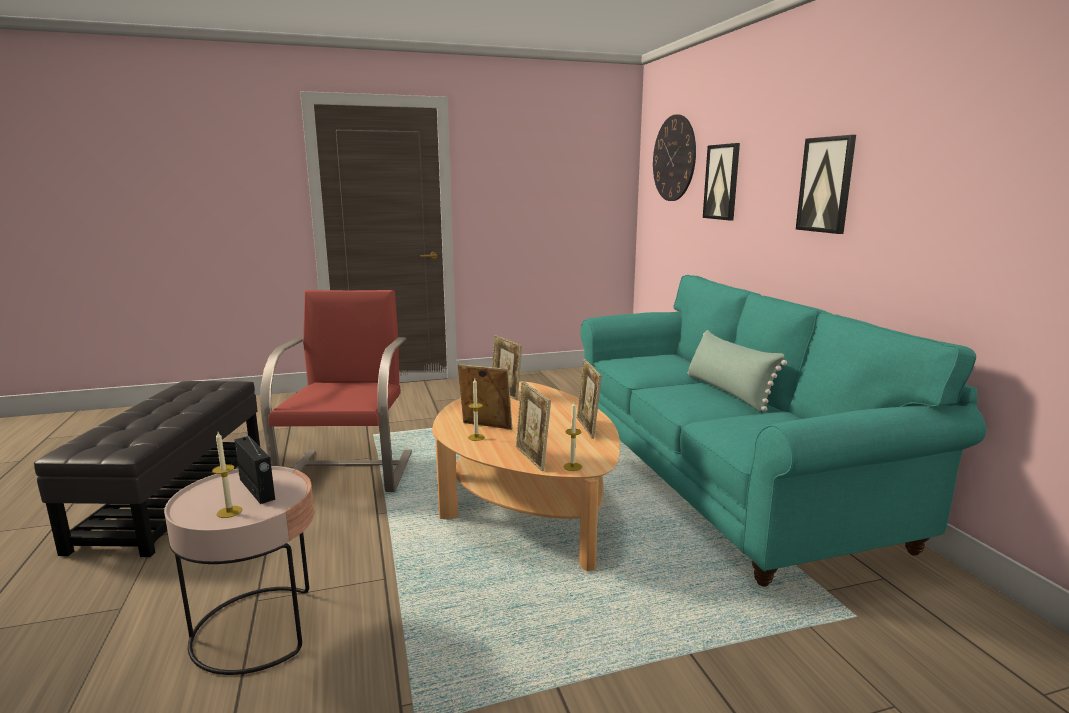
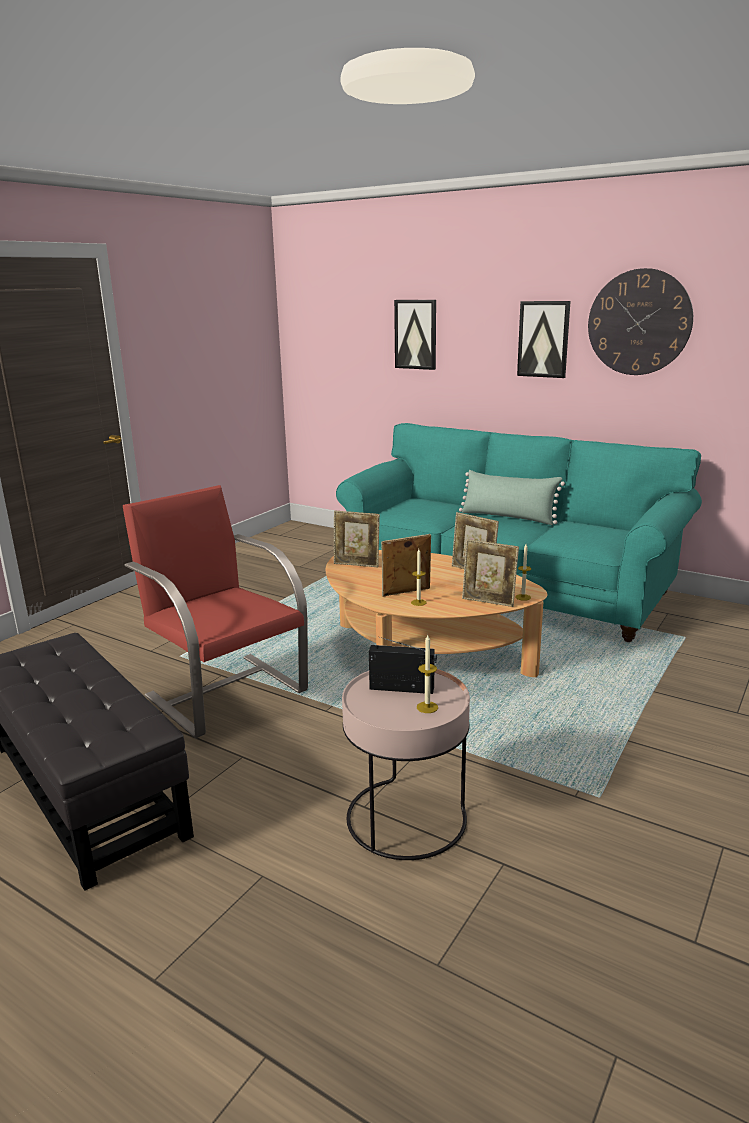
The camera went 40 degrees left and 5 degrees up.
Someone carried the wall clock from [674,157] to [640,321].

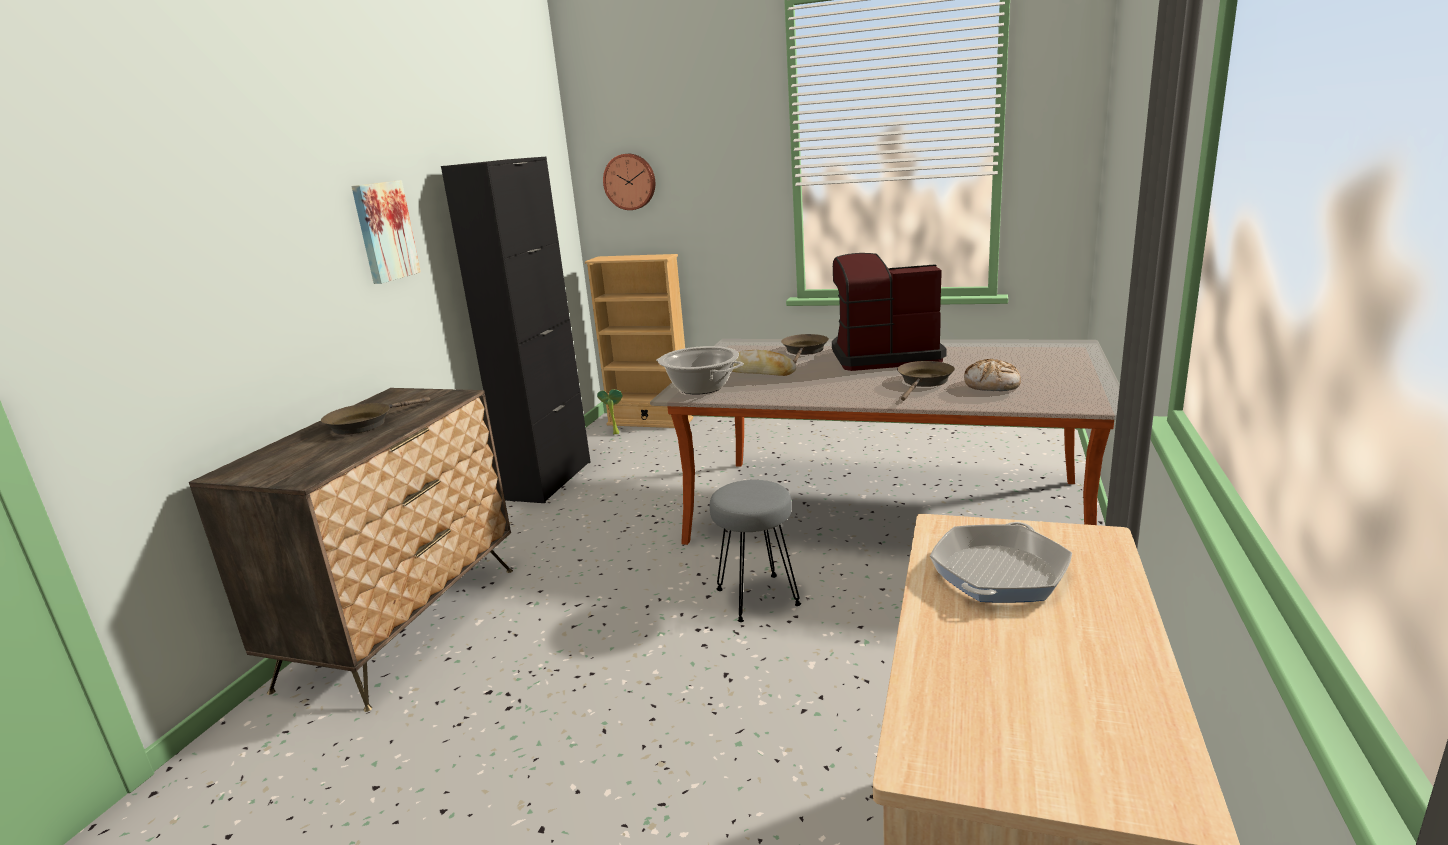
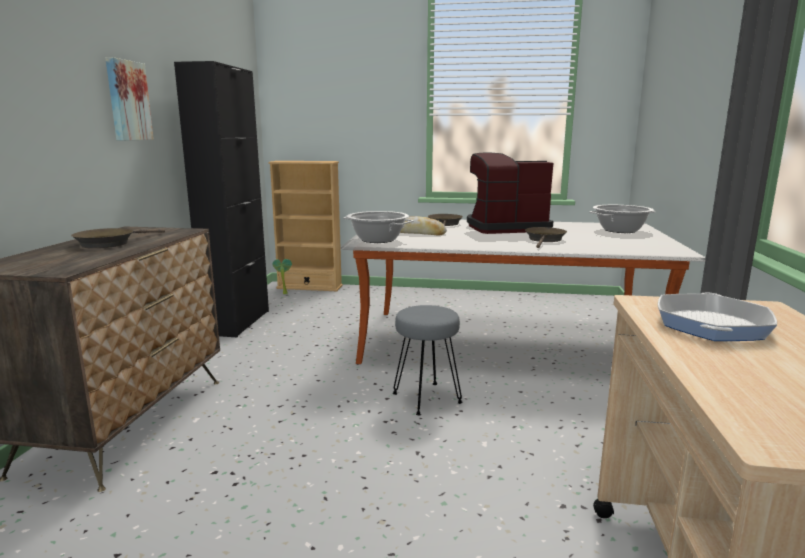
The camera went 10 degrees left and 5 degrees down.
Someone took away the wall clock at [629,182].
Someone took away the bakery bread at [992,375].
Someone put down the saucepot at [622,219].

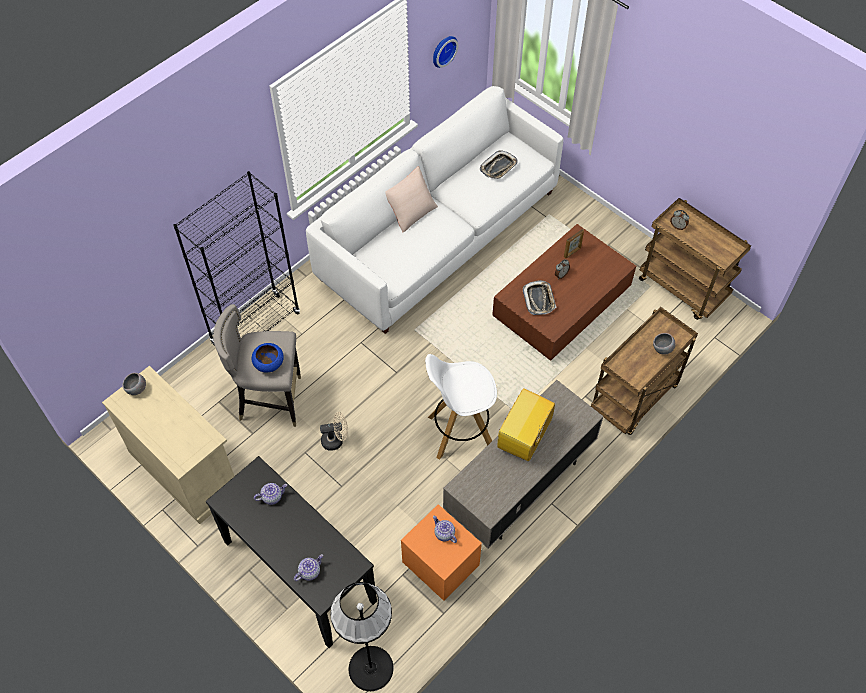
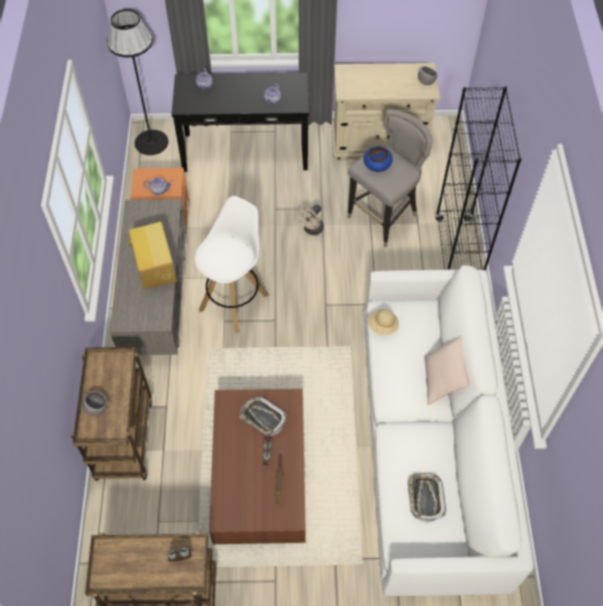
The camera went 135 degrees right and 0 degrees up.
Someone took away the wall clock at [445,52].
Someone put down the clothing hat (beige-coloured) at [383,322].

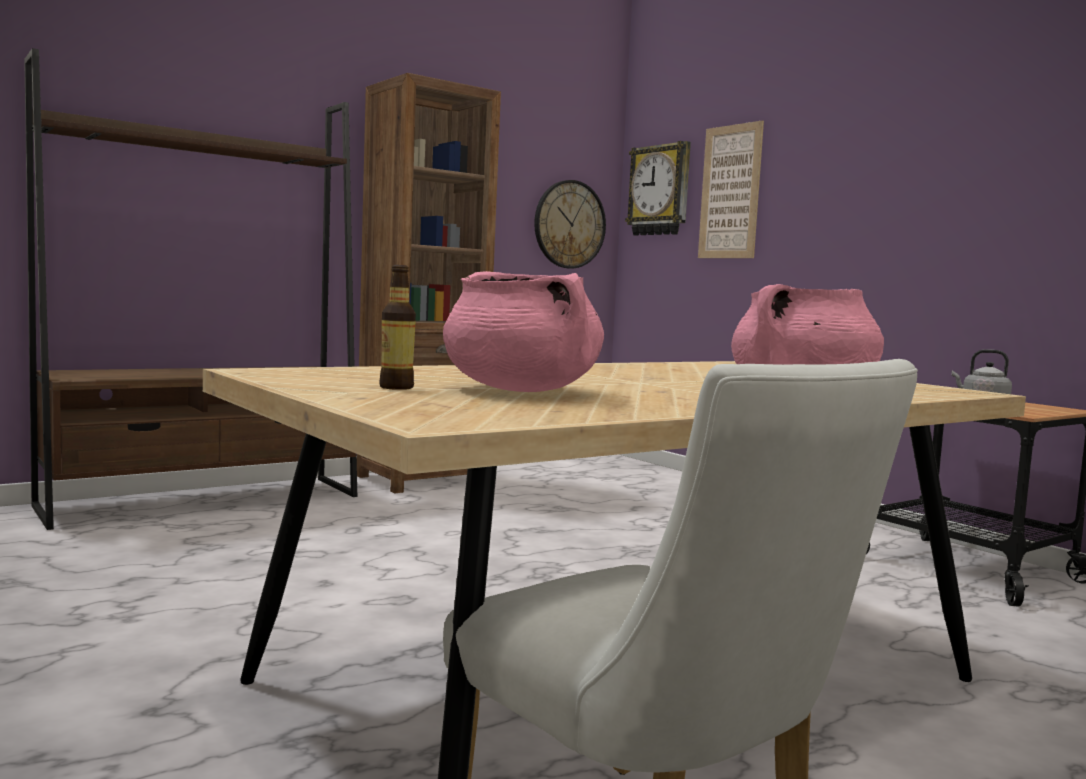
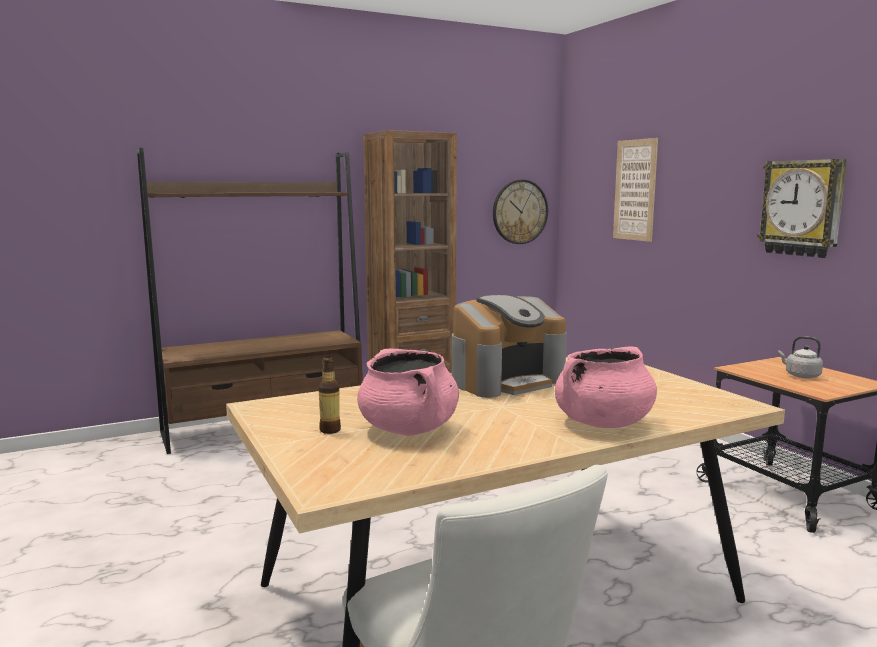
The camera went 10 degrees right and 5 degrees up.
Someone put down the coffee maker at [509,346].
Someone carried the wall clock from [658,188] to [802,208].

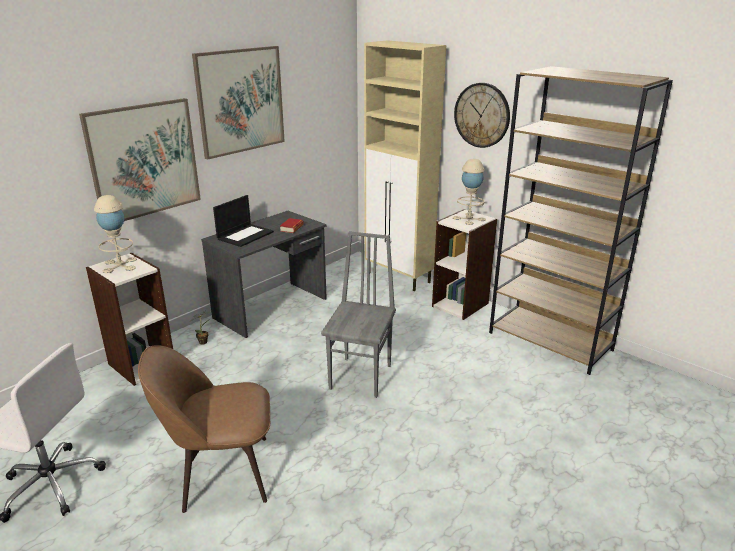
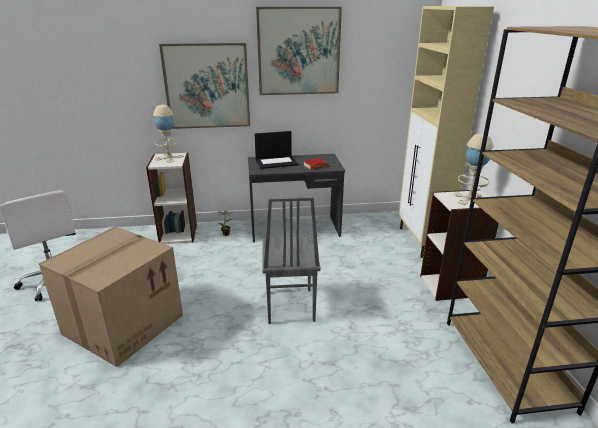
The camera went 40 degrees right and 0 degrees up.
Someone took away the wall clock at [482,115].
Someone swapped the chair (brown) at [204,429] for the cardboard box at [111,297].
Someone rotated the chair (gray) at [358,314] by 120 degrees clockwise.

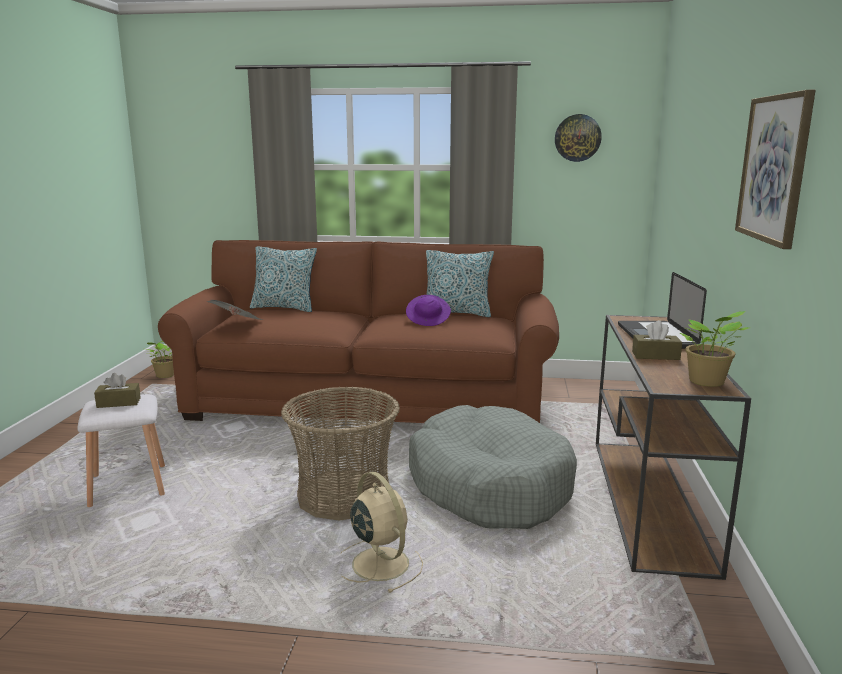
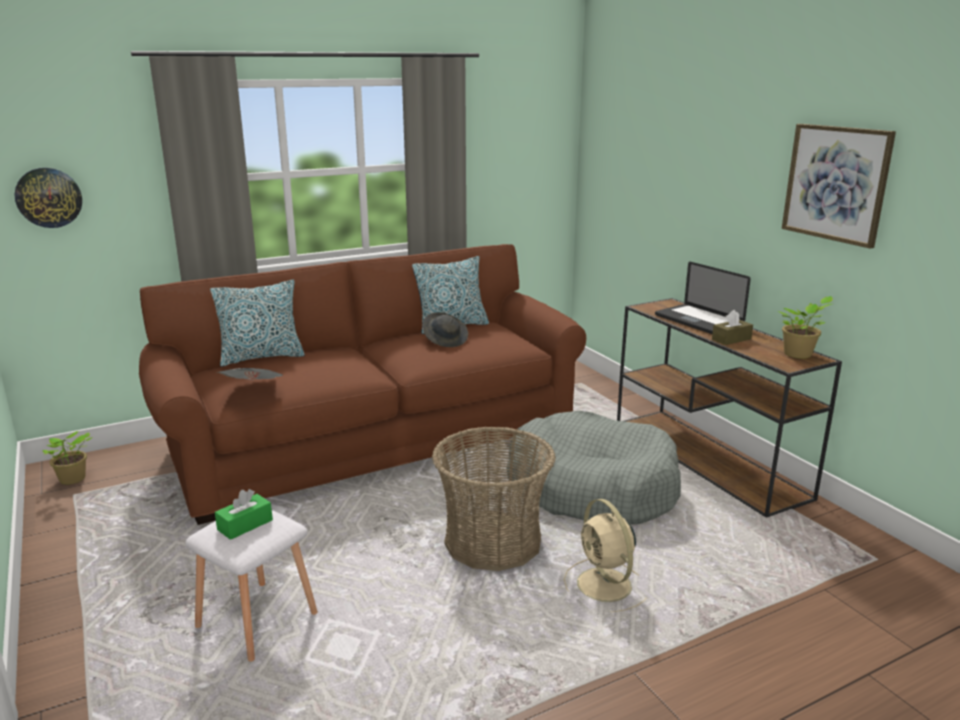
The camera went 35 degrees left and 5 degrees up.
Someone carried the wall clock from [578,138] to [48,198].
Someone repainted the box of tissues (brown) at [117,390], which became the box of tissues (green) at [244,514].
Someone repainted the clothing hat (purple) at [428,310], which became the clothing hat (gray) at [445,329].
Someone rotated the fan (beige-coloured) at [381,532] by 135 degrees counterclockwise.

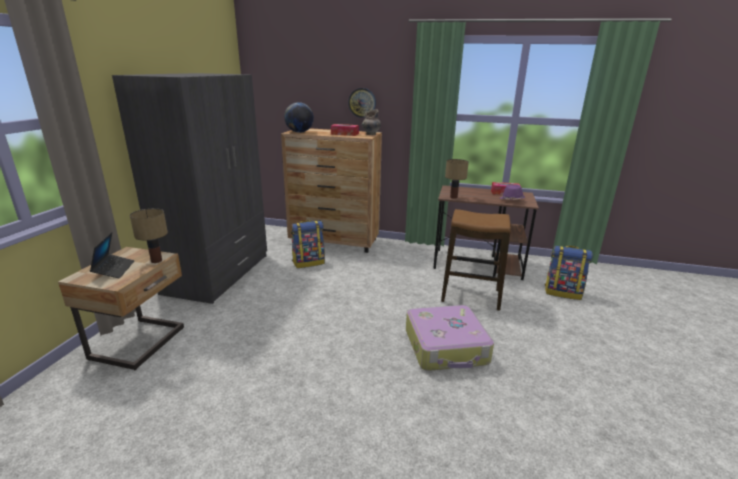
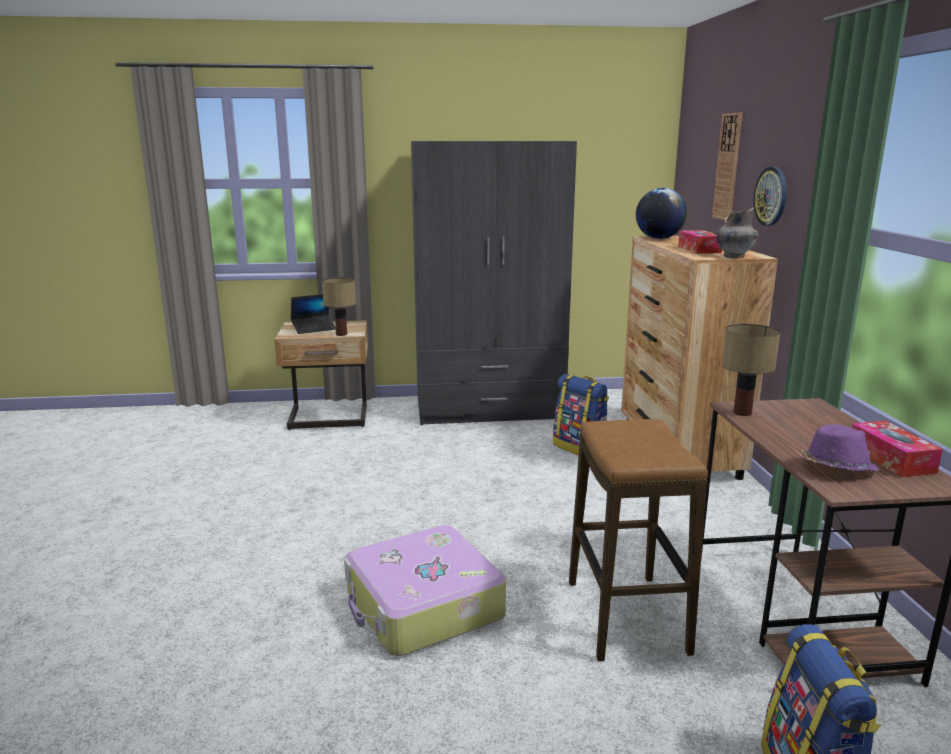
The camera went 70 degrees right and 5 degrees down.
Someone put up the wall clock at [727,166].

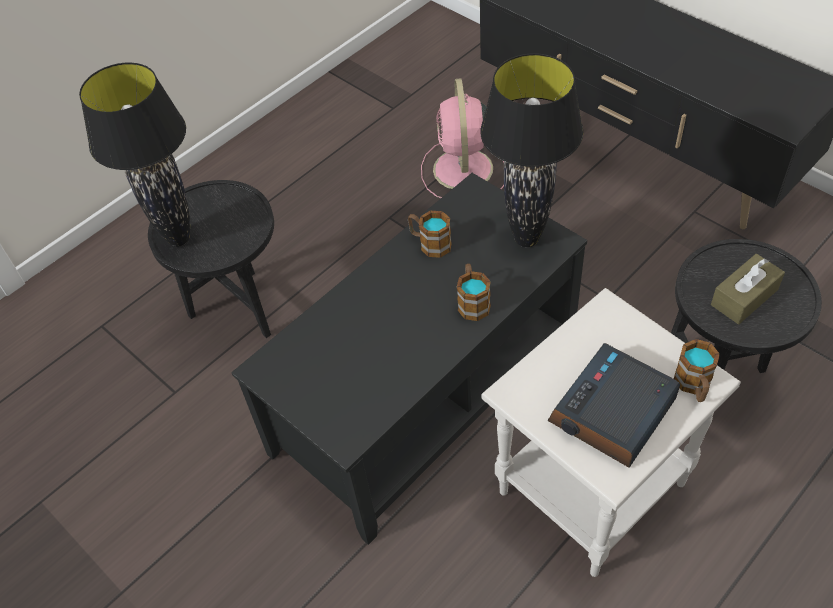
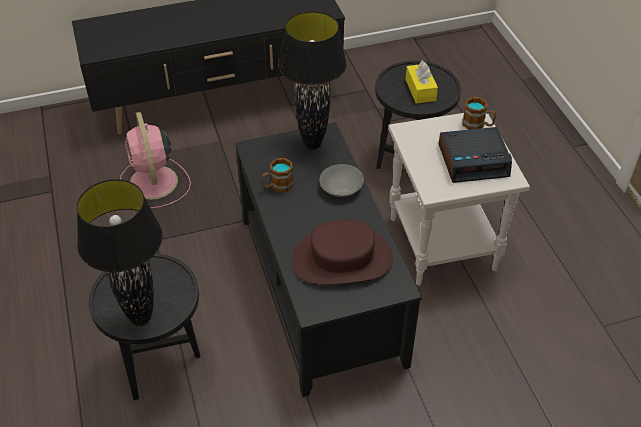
The camera went 65 degrees left and 5 degrees down.
Someone put down the clothing hat (brown) at [342,252].
Someone swapped the mug at [474,292] for the serving bowl (gray) at [341,180].
Someone repainted the box of tissues (brown) at [748,289], which became the box of tissues (yellowish) at [421,82].
Someone rotated the fan (pink-coloured) at [462,138] by 45 degrees clockwise.
Someone rotated the alarm clock at [614,405] by 75 degrees counterclockwise.

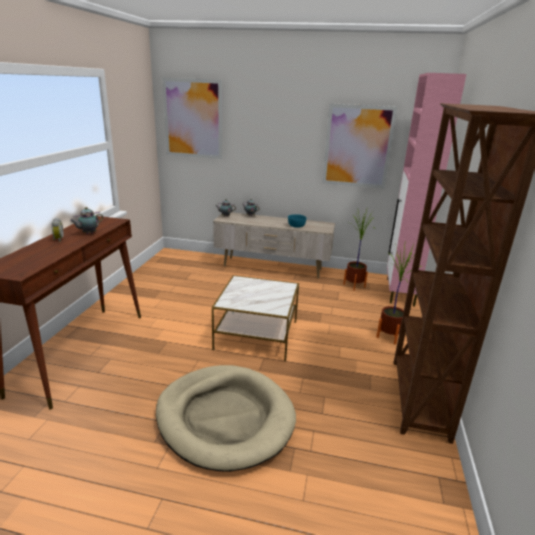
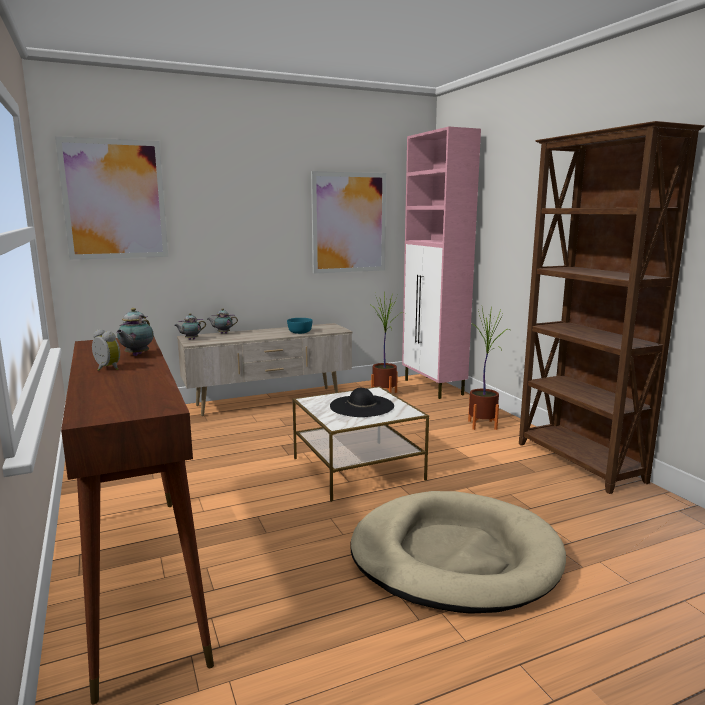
The camera went 35 degrees left and 10 degrees down.
Someone put down the clothing hat (blackish) at [362,402].

